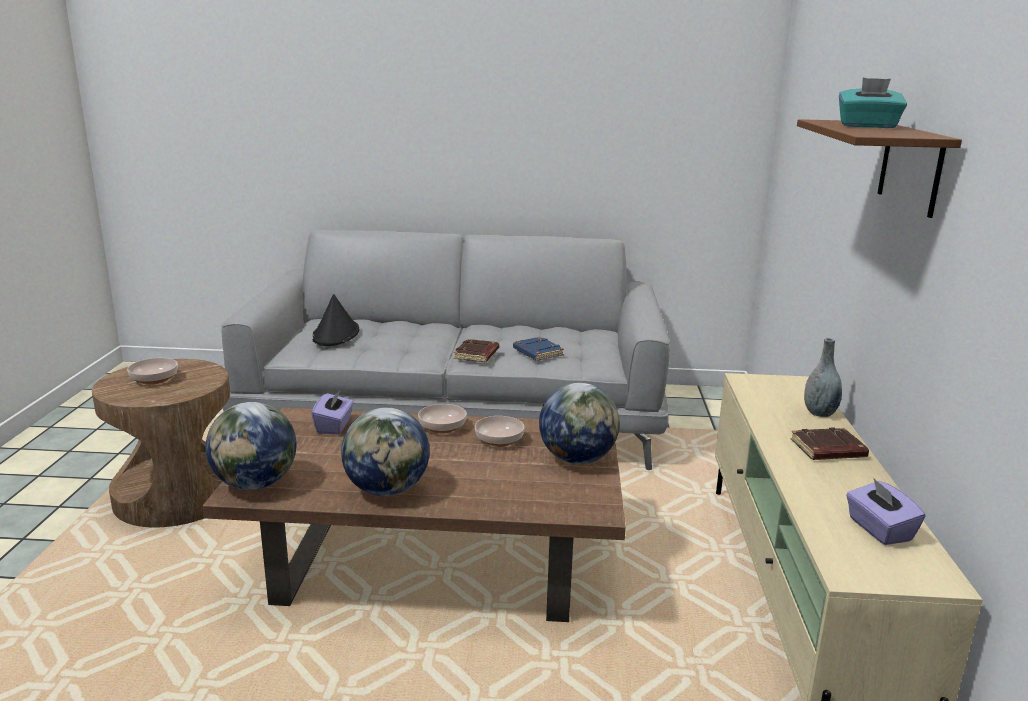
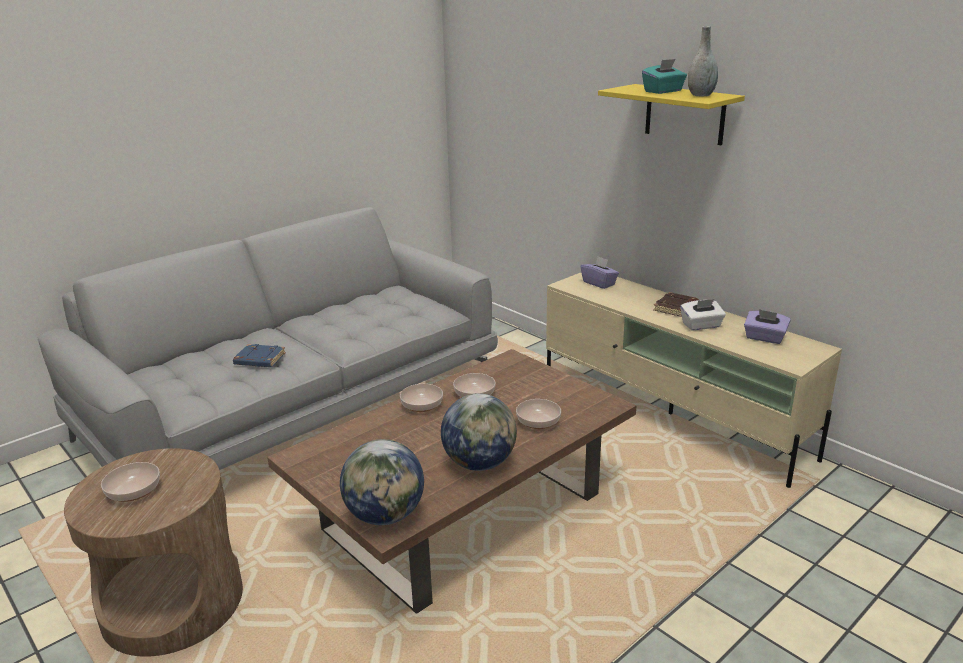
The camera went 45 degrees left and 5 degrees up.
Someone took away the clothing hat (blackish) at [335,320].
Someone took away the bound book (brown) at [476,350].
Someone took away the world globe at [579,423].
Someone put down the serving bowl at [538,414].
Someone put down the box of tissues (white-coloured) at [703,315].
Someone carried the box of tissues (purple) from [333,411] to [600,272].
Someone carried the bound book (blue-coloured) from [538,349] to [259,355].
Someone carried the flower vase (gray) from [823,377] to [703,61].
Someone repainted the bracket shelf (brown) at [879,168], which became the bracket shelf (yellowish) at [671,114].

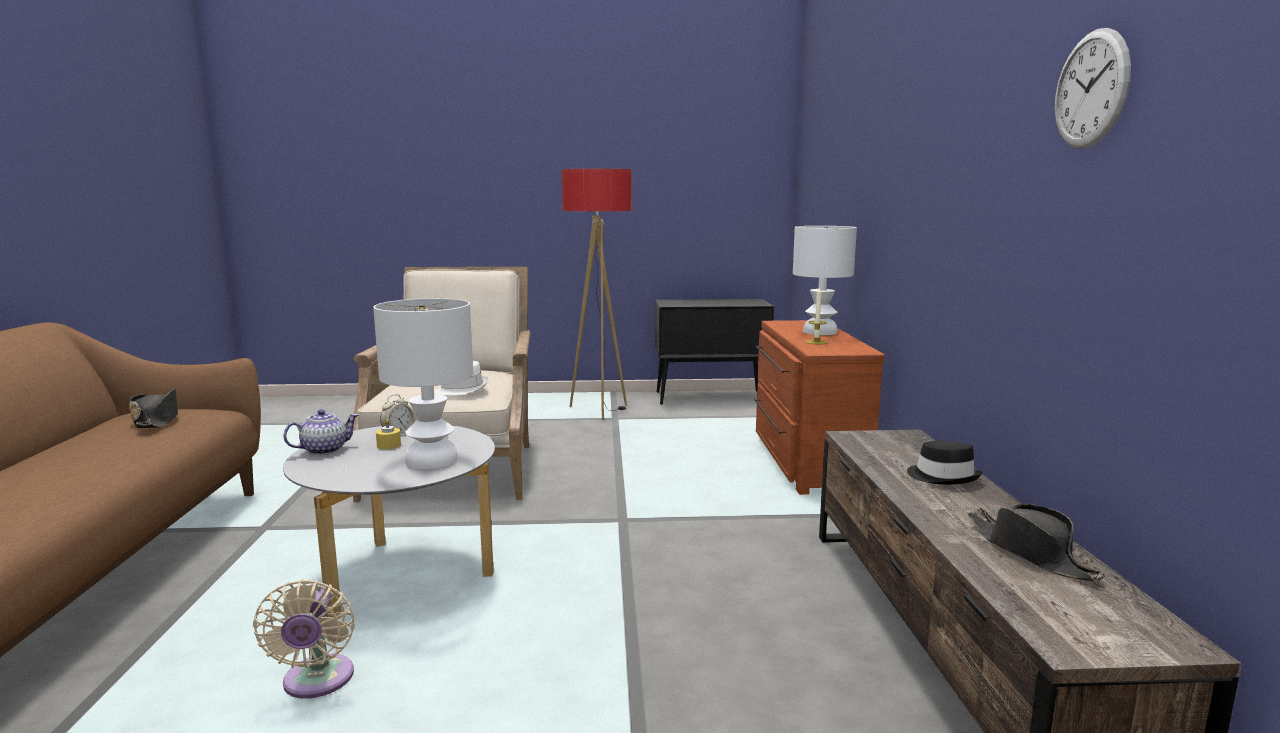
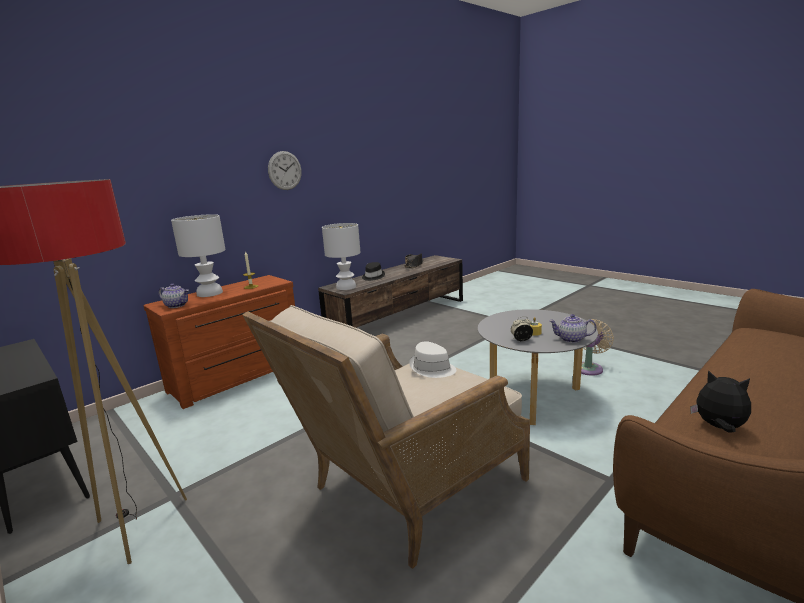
The camera went 130 degrees left and 5 degrees up.
Someone put down the tea pot at [173,296].
Someone carried the table lamp (white-coloured) from [423,384] to [341,256].
Someone carried the wall clock from [1093,88] to [285,170].
Someone swapped the clothing hat (blackish) at [153,408] for the plush toy at [720,401].

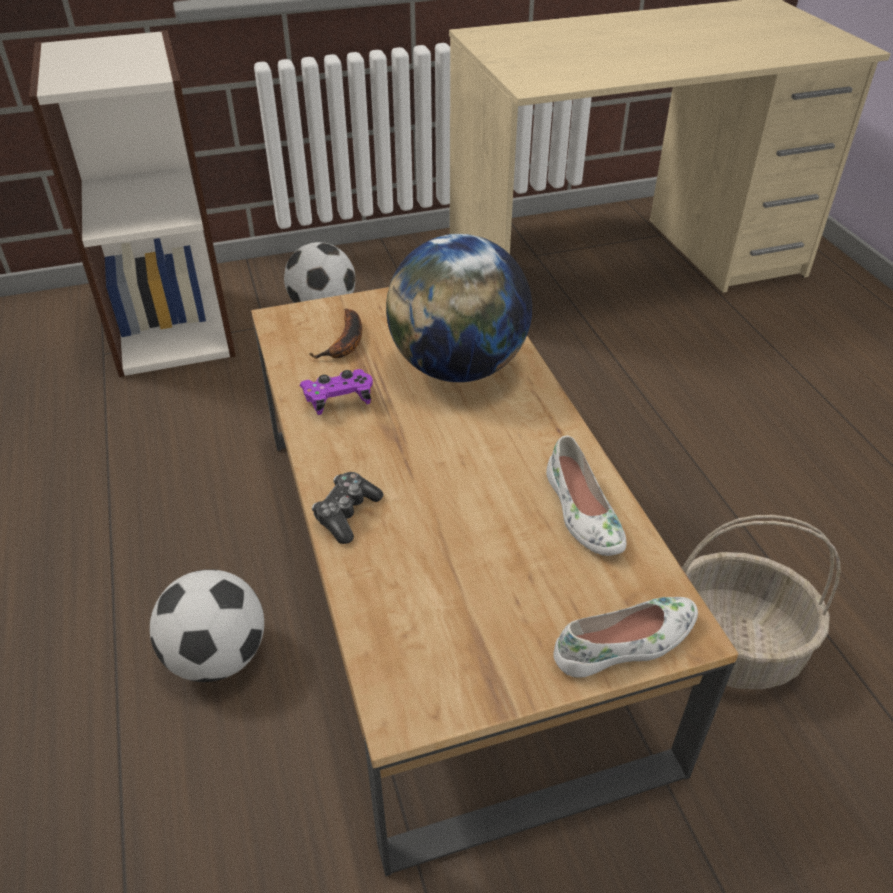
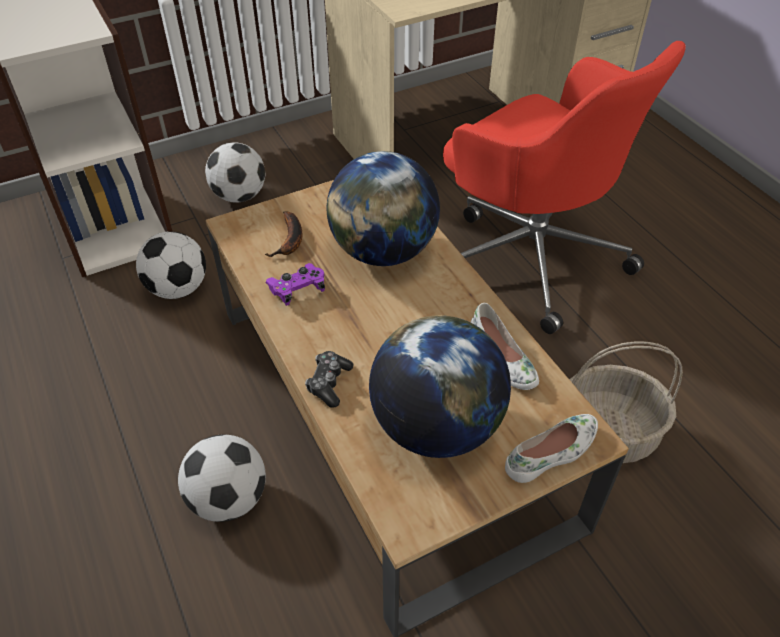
The camera went 10 degrees left and 5 degrees up.
Someone put down the football at [171,265].
Someone put down the world globe at [440,386].
Someone put down the computer chair (red) at [564,187].

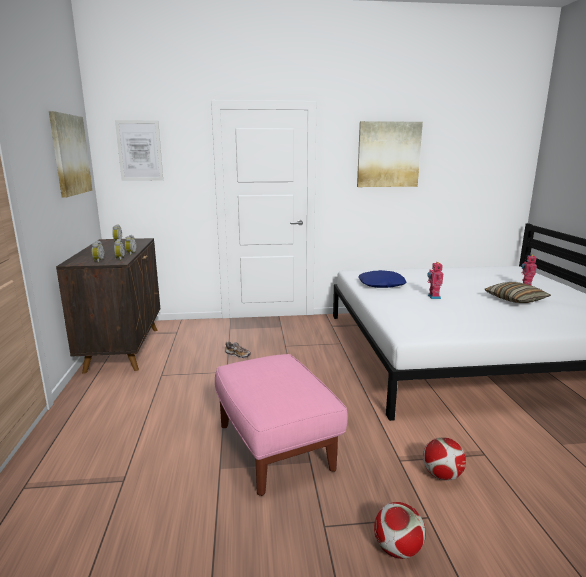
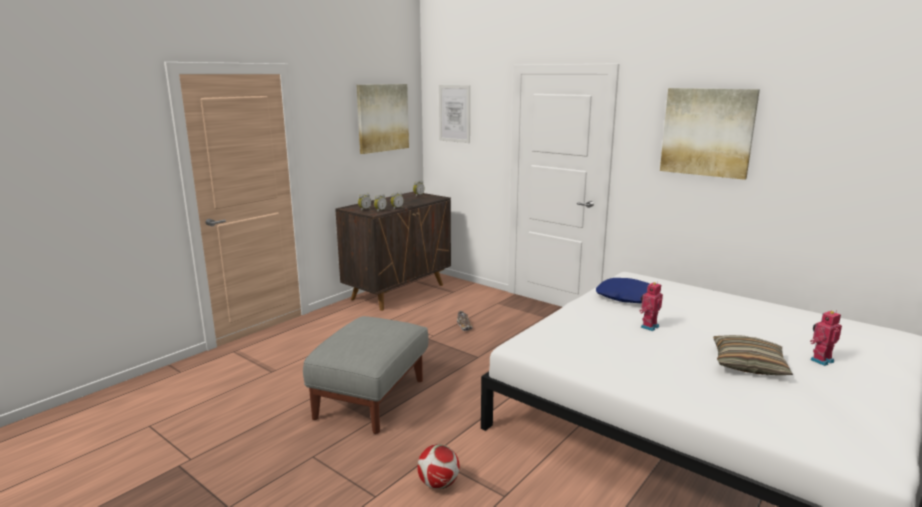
The camera went 45 degrees right and 0 degrees up.
Someone took away the football at [400,530].
Someone repainted the ottoman (pink-coloured) at [281,425], which became the ottoman (gray) at [366,375].

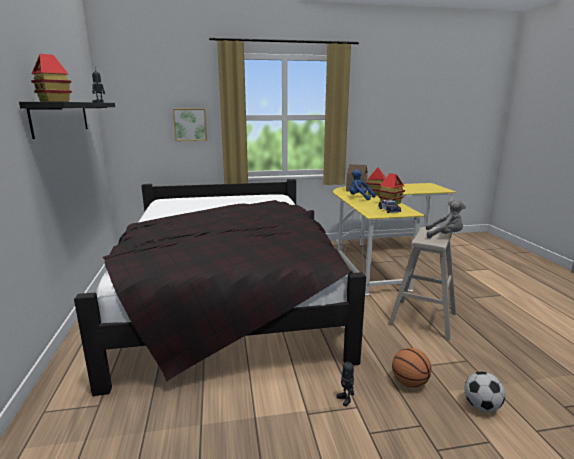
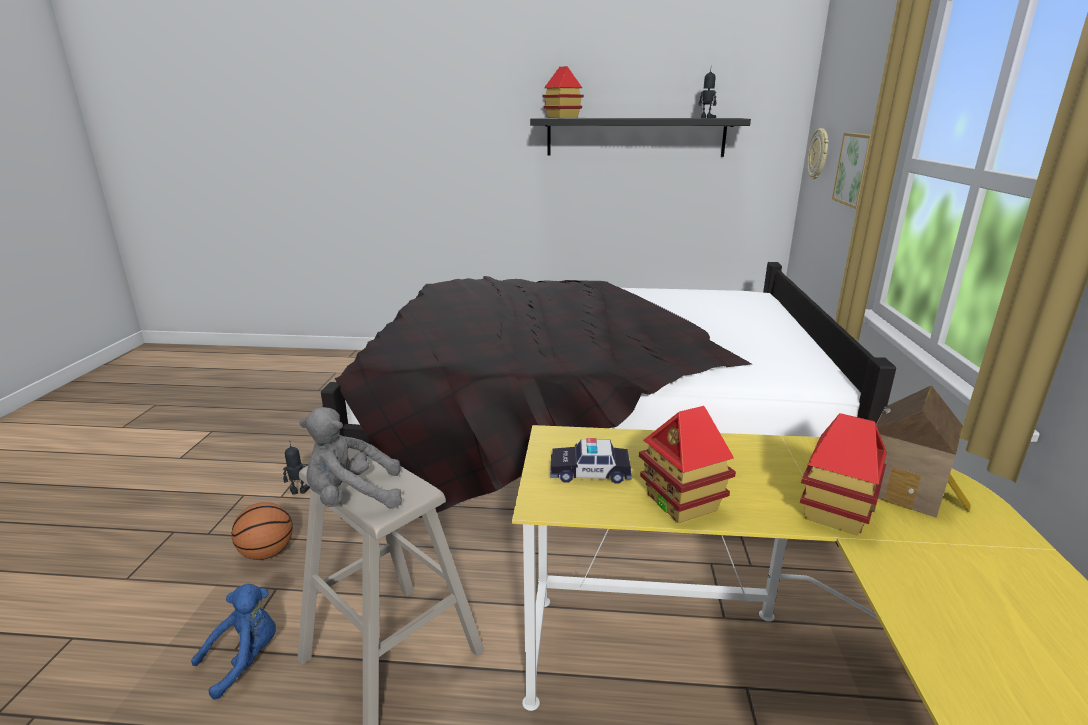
The camera went 105 degrees right and 5 degrees up.
Someone took away the football at [484,392].
Someone put up the wall clock at [818,154].
Someone carried the plush toy (blue-coloured) from [363,185] to [233,642].
Someone rotated the plush toy (gray) at [446,218] by 45 degrees clockwise.

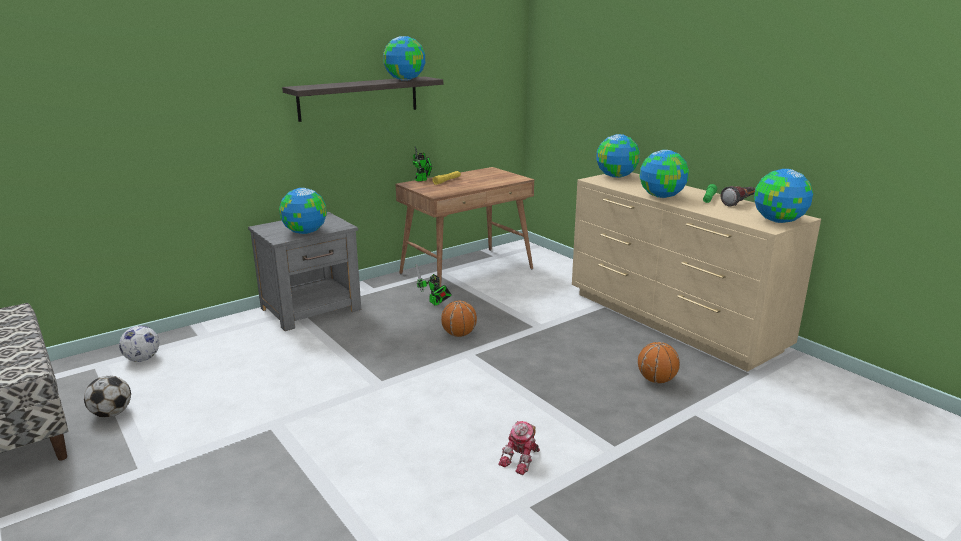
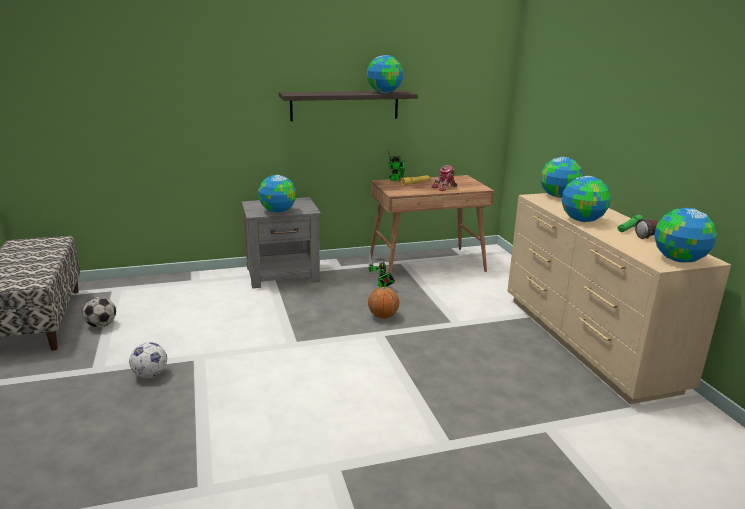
The camera went 20 degrees right and 0 degrees up.
Someone took away the ball for basketball at [659,362].
Someone carried the football from [139,344] to [148,360].
Someone carried the robot figure from [519,448] to [444,178].

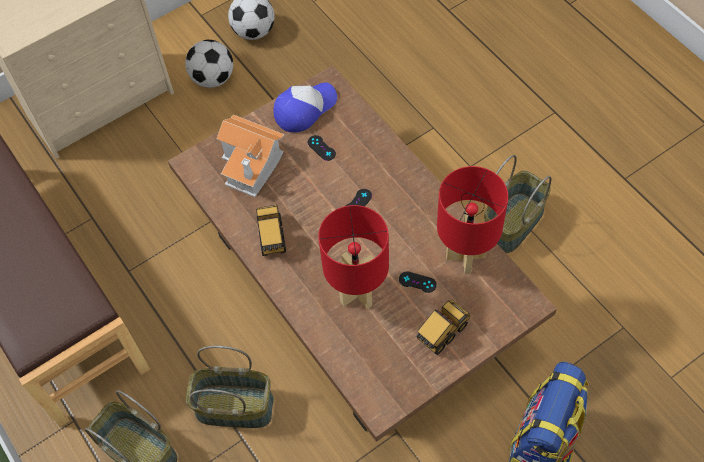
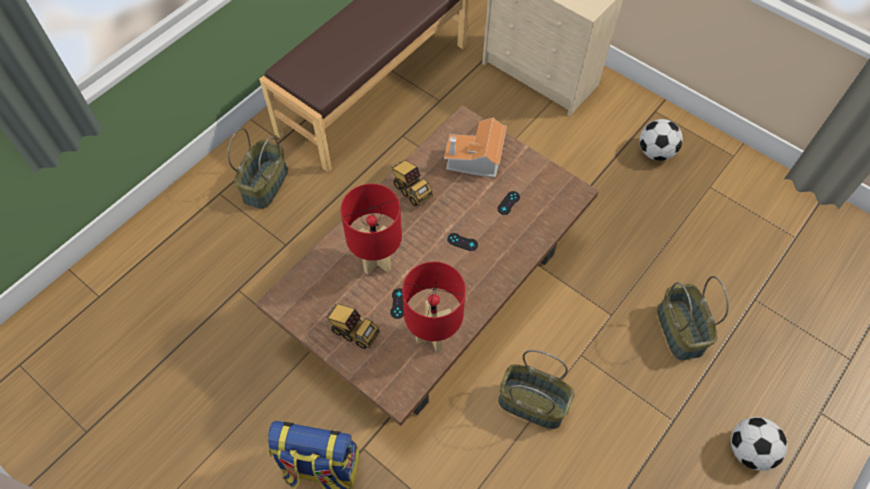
The camera went 70 degrees right and 0 degrees up.
Someone took away the cap at [305,107].
Someone carried the football from [209,64] to [759,444].
Someone carried the household basket from [230,387] to [693,318].
Someone rotated the model truck at [271,230] by 75 degrees clockwise.

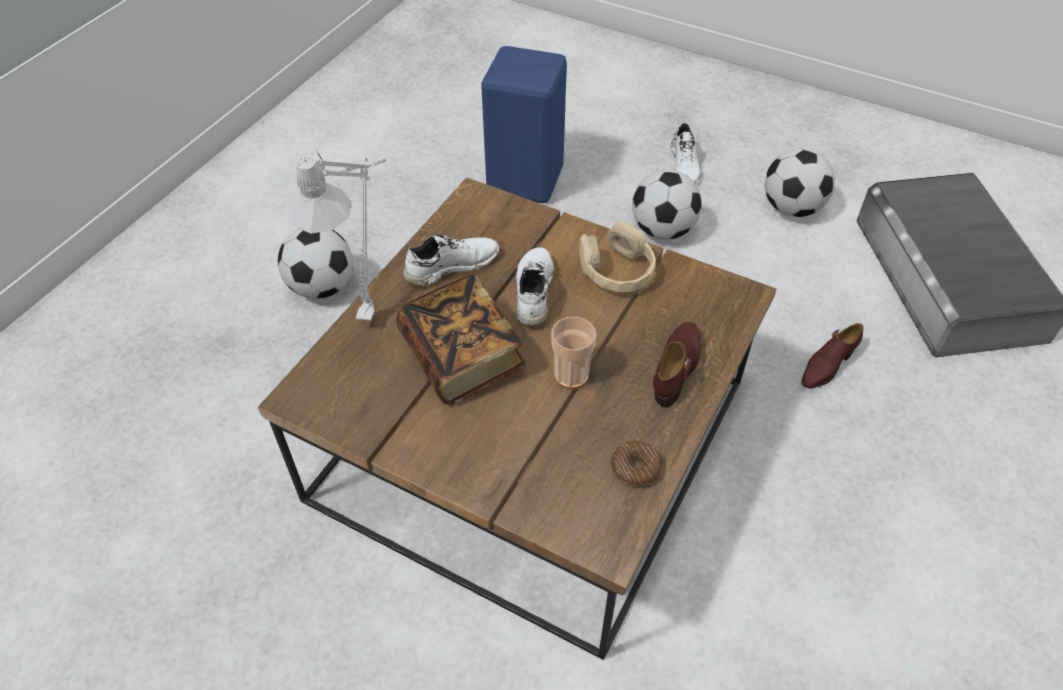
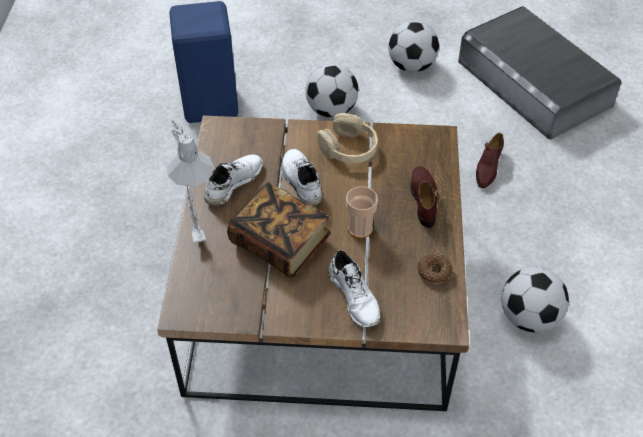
The camera went 25 degrees left and 0 degrees up.
Someone carried the football from [315,264] to [535,300].
Someone carried the low shoe (white-coloured) from [685,153] to [354,289].

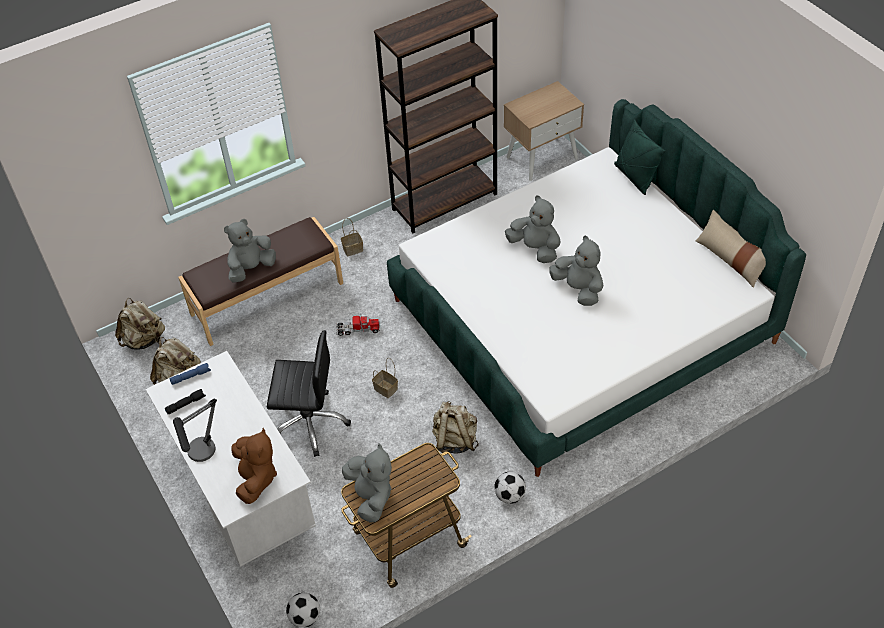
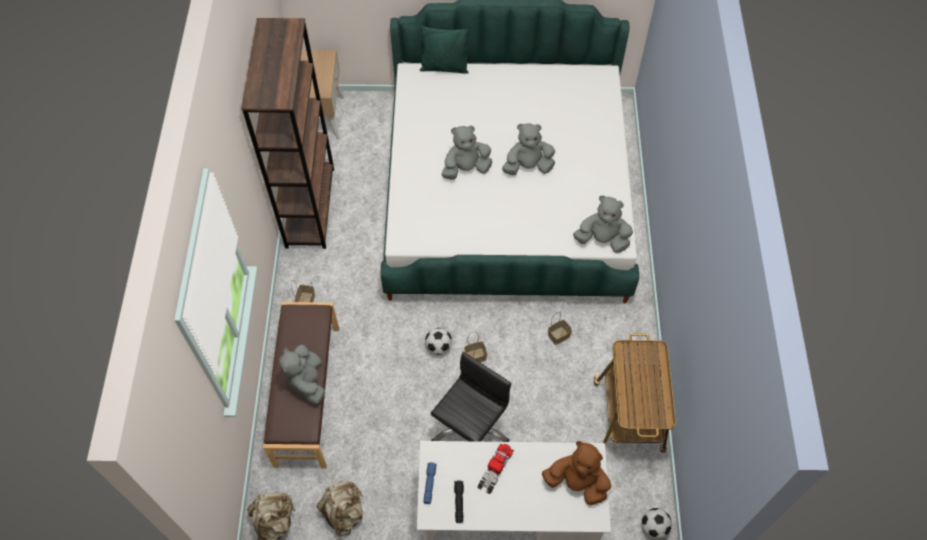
The camera went 60 degrees left and 10 degrees up.
Someone took away the table lamp at [195,430].
Someone took away the pillow (beige-coloured) at [731,249].
Someone carried the model truck from [358,326] to [495,468].
Someone carried the plush toy (gray) from [367,483] to [603,224].
Someone carried the football from [510,488] to [438,341].
Someone swapped the knapsack (beige-coloured) at [455,427] for the household basket at [560,328].

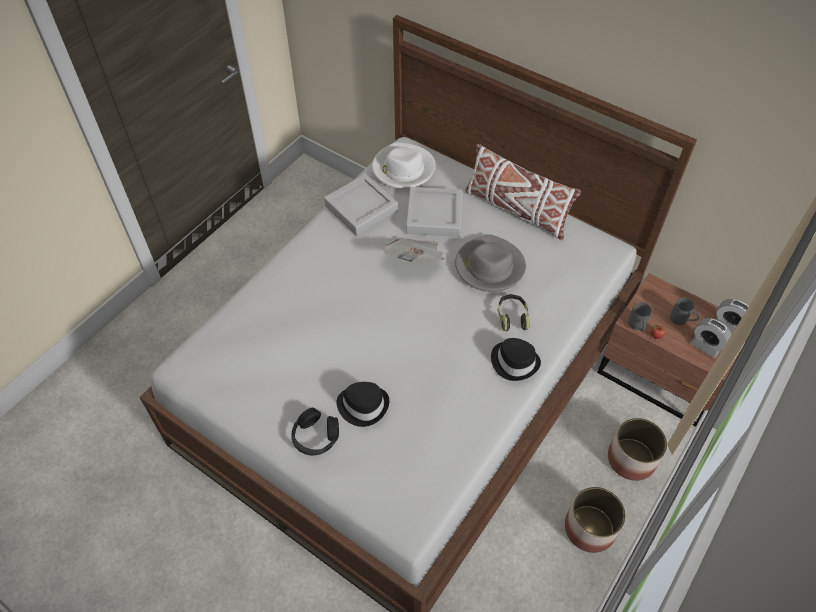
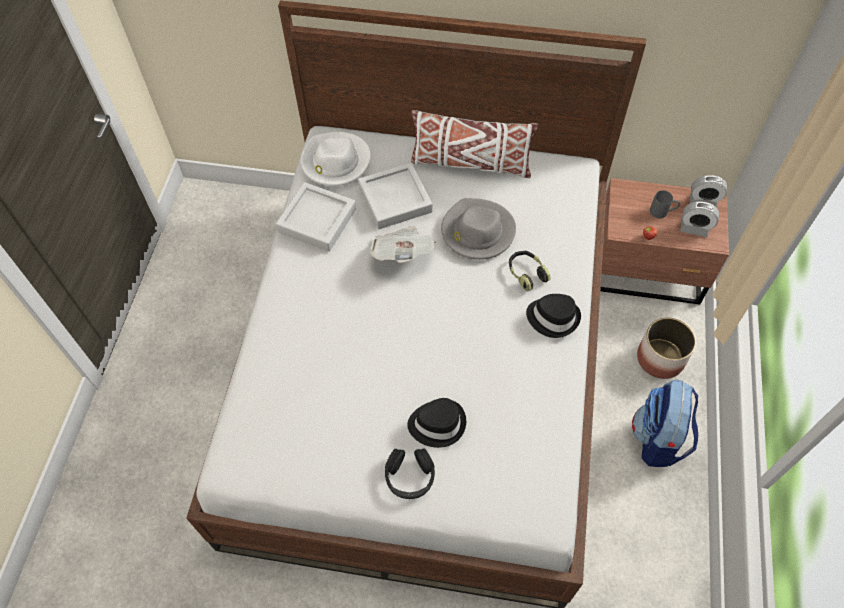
The camera went 25 degrees left and 5 degrees up.
Someone took away the mug (gray) at [640,317].
Someone swapped the plant pot at [595,520] for the knapsack at [665,423].

